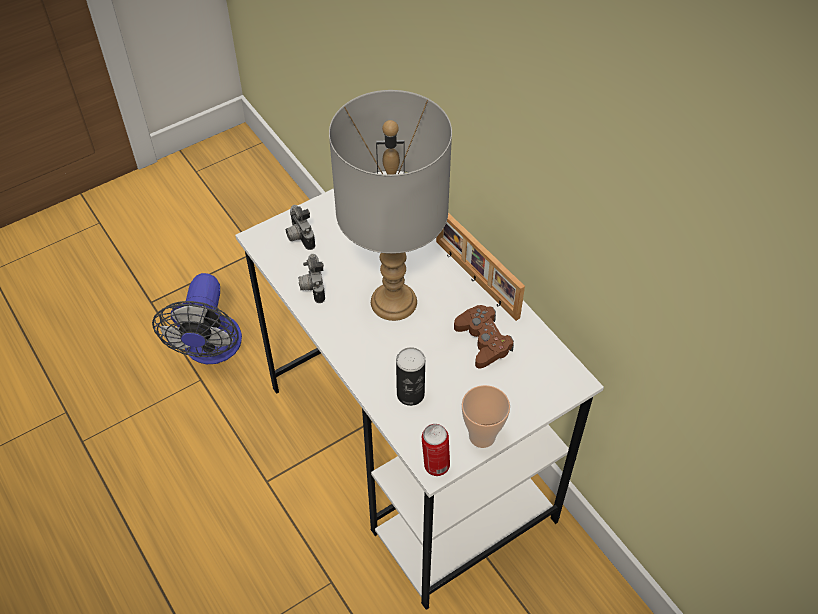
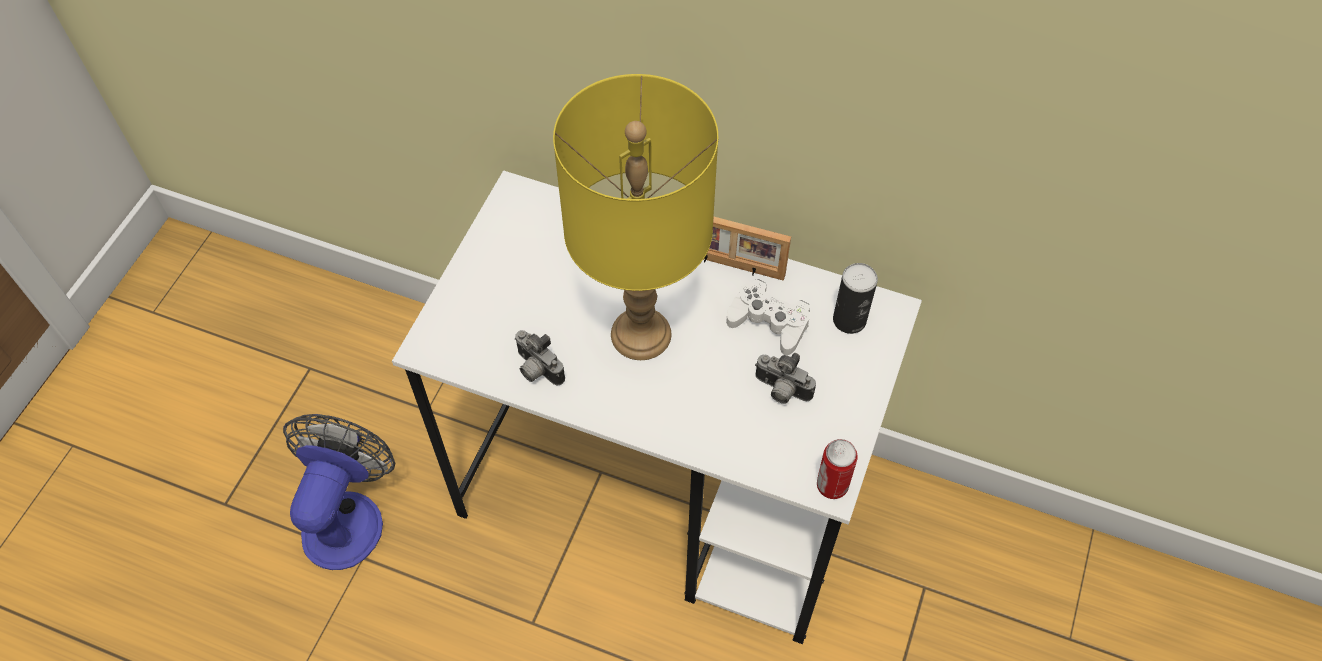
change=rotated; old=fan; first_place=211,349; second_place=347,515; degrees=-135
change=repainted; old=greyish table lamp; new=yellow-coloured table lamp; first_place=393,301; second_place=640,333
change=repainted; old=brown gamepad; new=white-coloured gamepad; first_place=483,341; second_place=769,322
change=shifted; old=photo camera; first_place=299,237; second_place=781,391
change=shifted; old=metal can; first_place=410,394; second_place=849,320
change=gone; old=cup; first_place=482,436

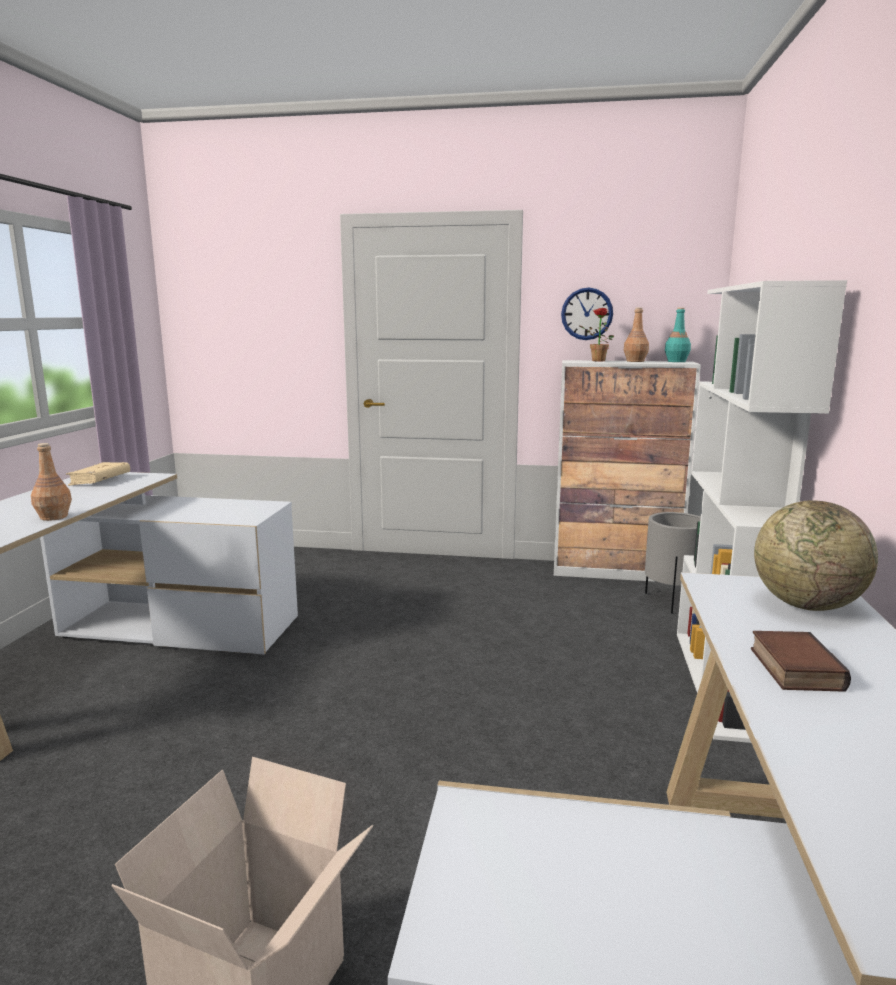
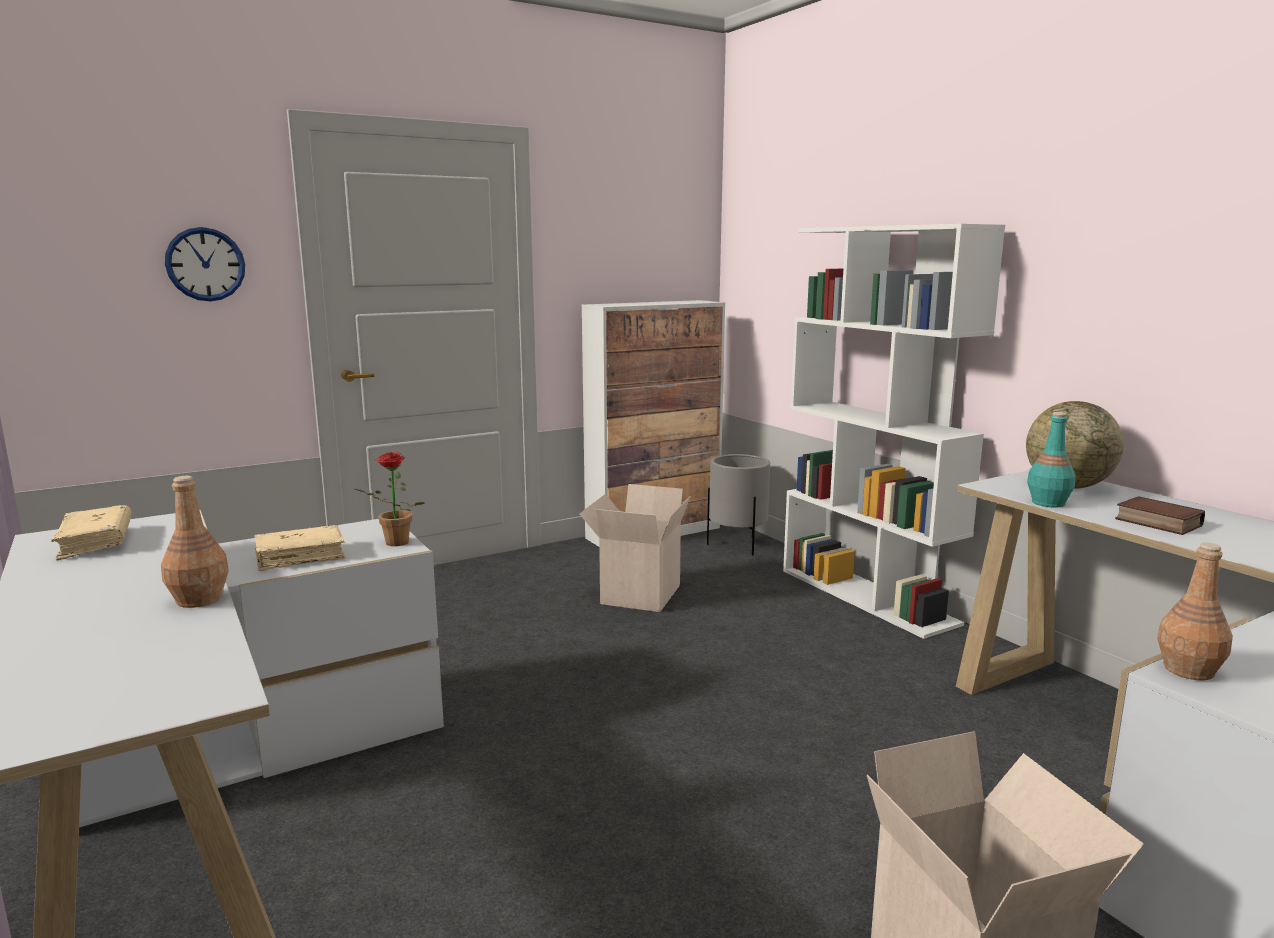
change=shifted; old=clock on the wall; first_place=586,314; second_place=205,264
change=new; new=beige volume; second_place=300,557
change=shifted; old=potted plant; first_place=595,361; second_place=393,544
change=new; new=cardboard box; second_place=638,593
change=shifted; old=turquoise-coloured beverage bottle; first_place=676,361; second_place=1048,503
change=shifted; old=brown beverage bottle; first_place=635,361; second_place=1189,670

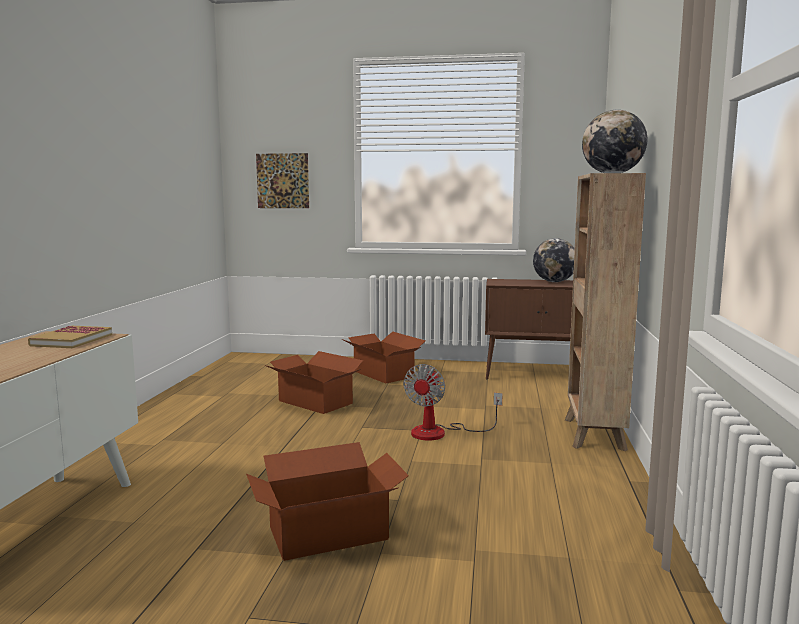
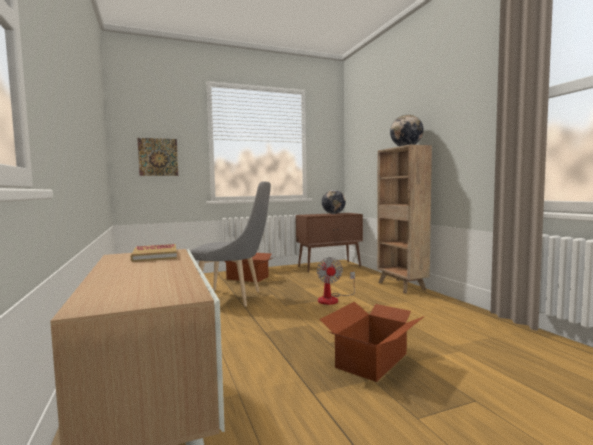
change=swapped; old=cardboard box; new=greyish upright chair; first_place=315,402; second_place=233,298

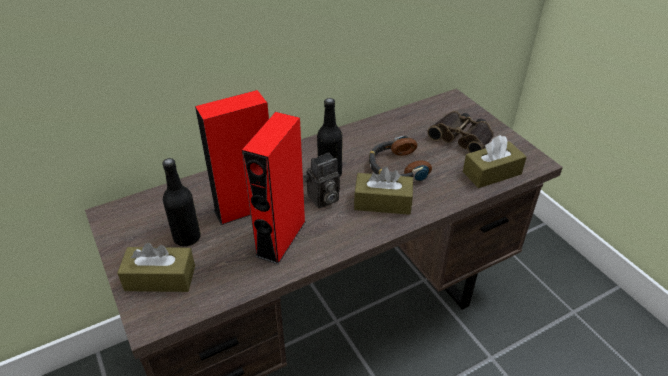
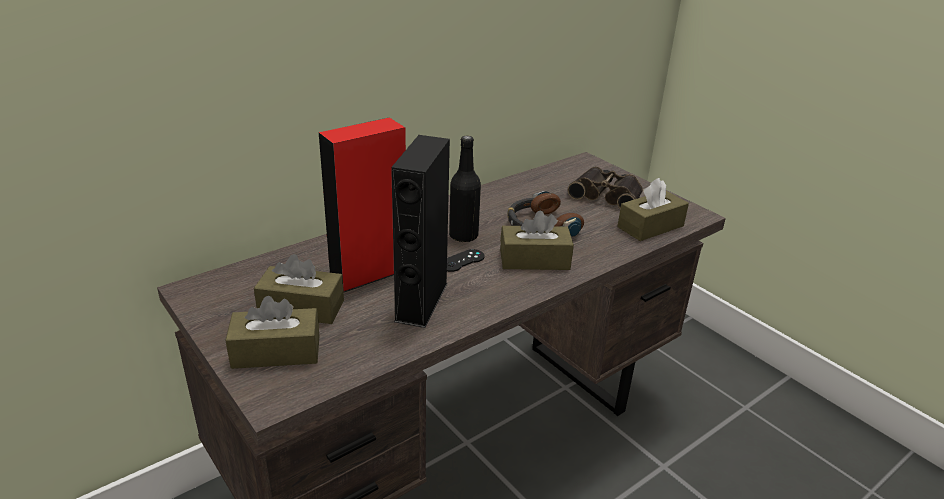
change=swapped; old=black-coloured beverage bottle; new=brown tissue box; first_place=187,237; second_place=301,308
change=repainted; old=red-coloured speaker; new=black-coloured speaker; first_place=281,238; second_place=421,302
change=swapped; old=photo camera; new=black-coloured gamepad; first_place=322,199; second_place=462,261

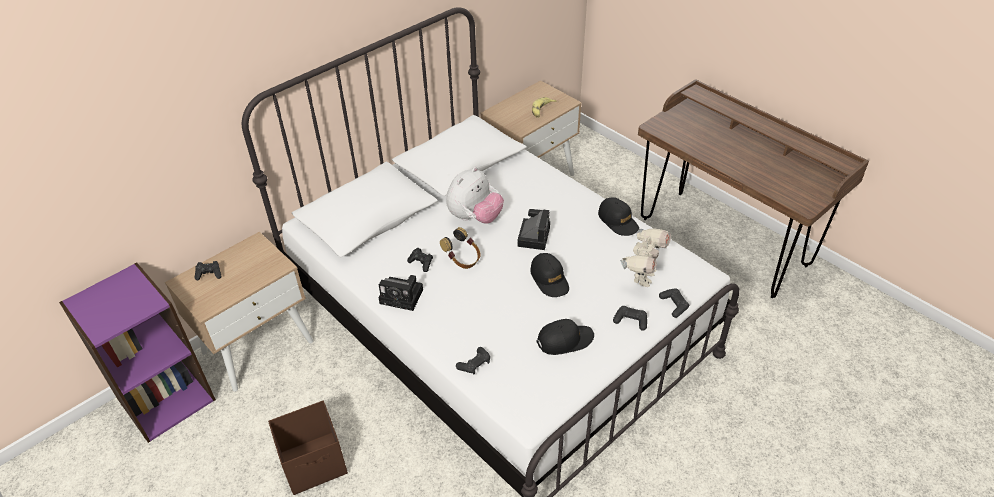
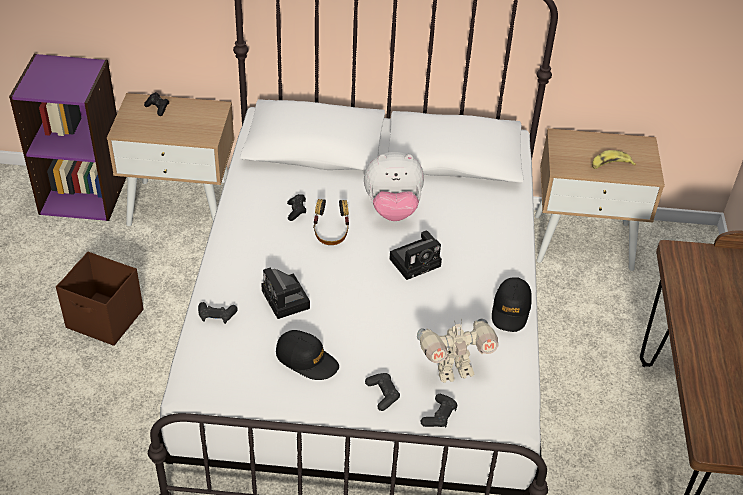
change=shifted; old=photo camera; first_place=403,296; second_place=287,301
change=gone; old=black-coloured peaked cap; first_place=549,279

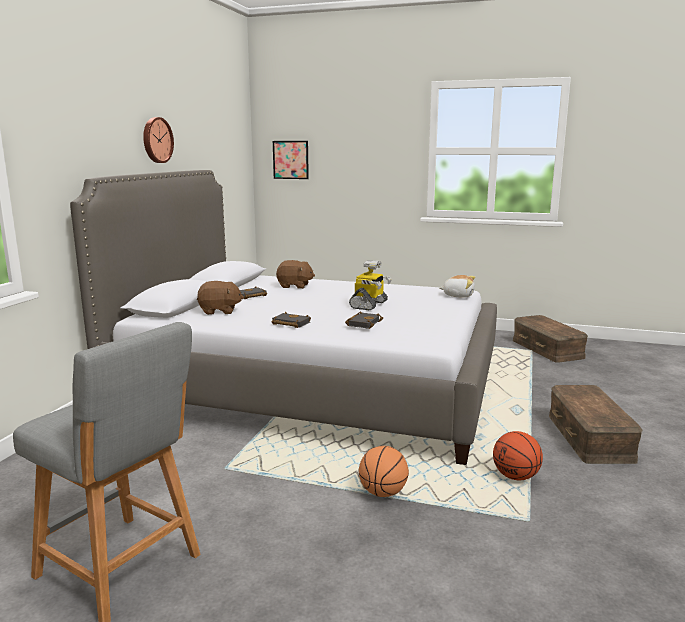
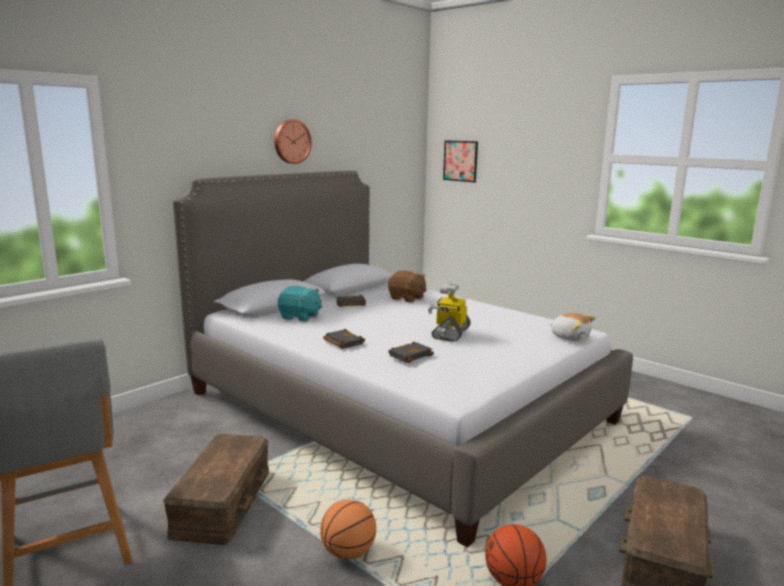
change=shifted; old=brown storage box; first_place=546,349; second_place=221,502
change=repainted; old=brown cuddly toy; new=turquoise-coloured cuddly toy; first_place=219,311; second_place=300,317
change=rotated; old=robot figure; first_place=369,305; second_place=450,333; degrees=150

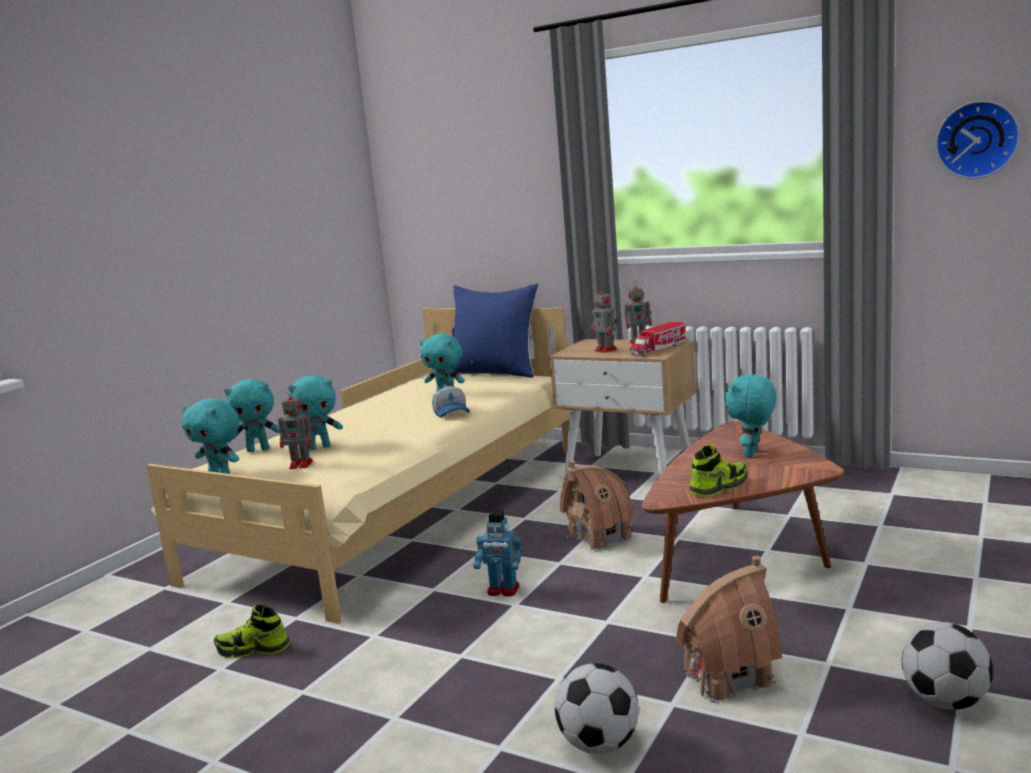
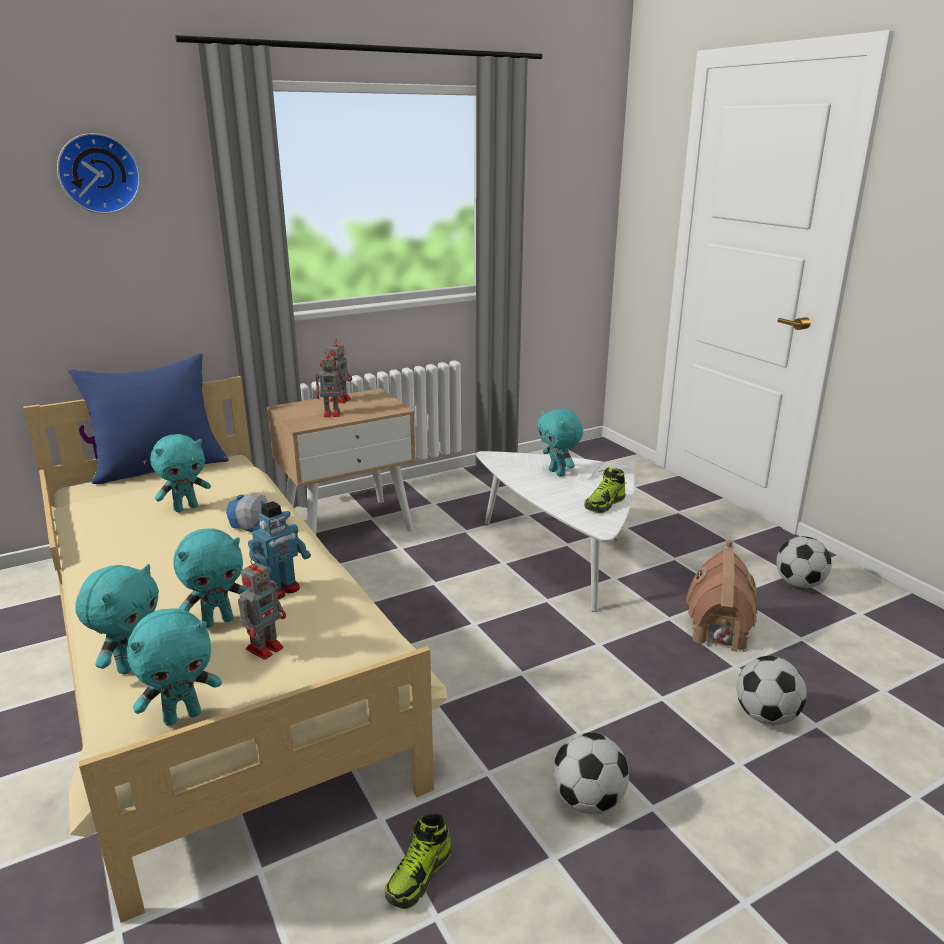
change=shifted; old=clock on the wall; first_place=977,140; second_place=98,173
change=rotated; old=turquoise-coloured cuddly toy; first_place=319,447; second_place=218,621; degrees=45
change=shifted; old=robot figure; first_place=503,590; second_place=281,590
change=repainted; old=brown lounge table; new=white-coloured lounge table; first_place=740,554; second_place=561,555
change=new; new=football ball; second_place=588,801
change=rotated; old=low shoe; first_place=719,487; second_place=604,504; degrees=-135
change=gone; old=toy house; first_place=599,537
change=gone; old=toy truck; first_place=658,349

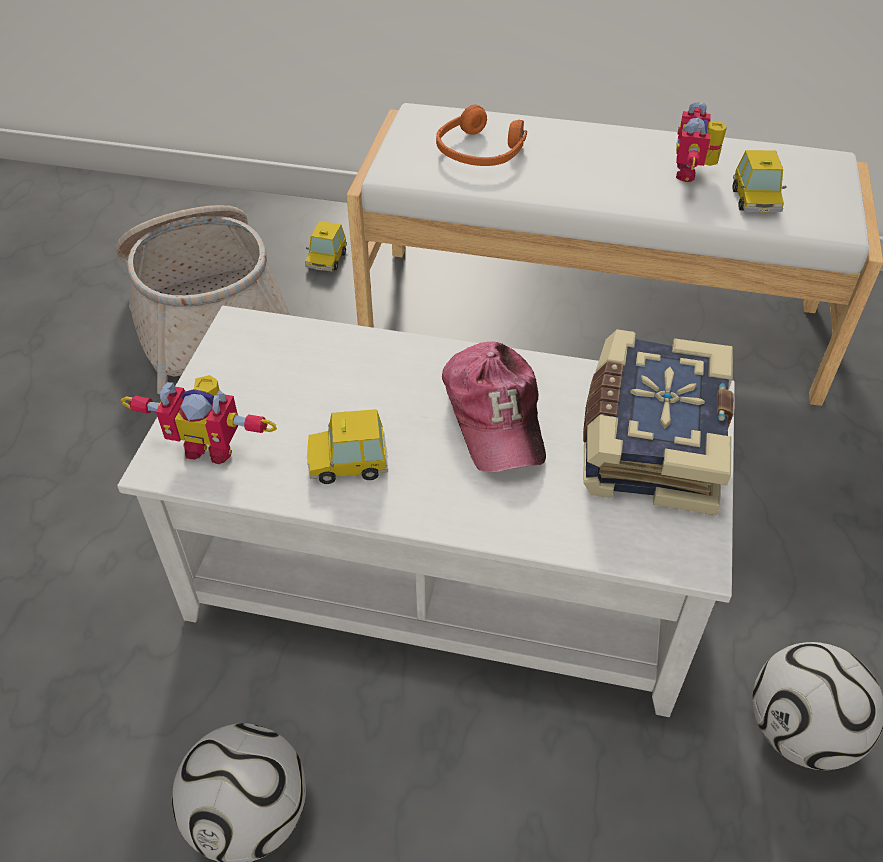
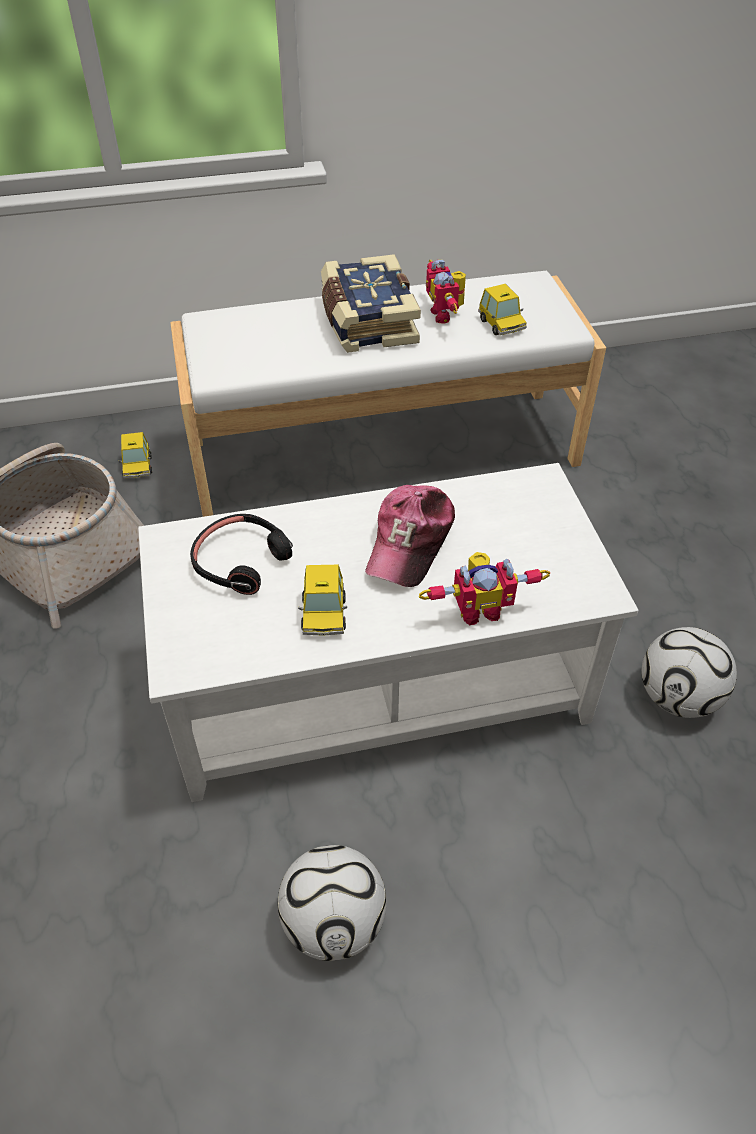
change=new; new=black-coloured pair of headphones; second_place=241,561
change=rotated; old=miniature car; first_place=348,462; second_place=324,614; degrees=-60
change=shifted; old=volume; first_place=649,441; second_place=366,321
change=rotated; old=peaked cap; first_place=495,416; second_place=410,542; degrees=60
change=shifted; old=robot figure; first_place=211,445; second_place=478,609
change=gone; old=orange pair of headphones; first_place=480,152

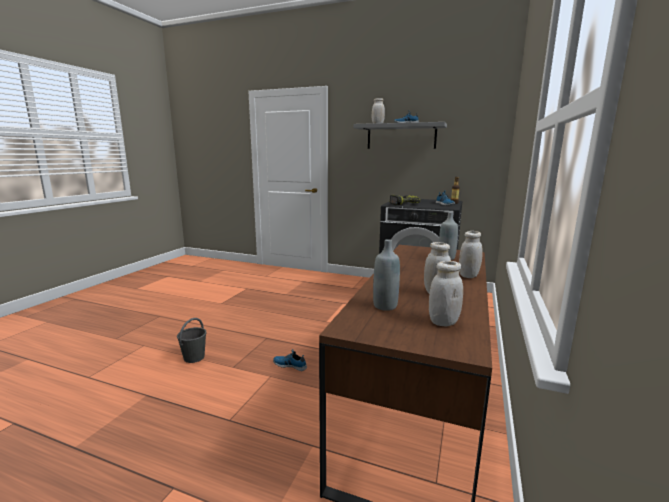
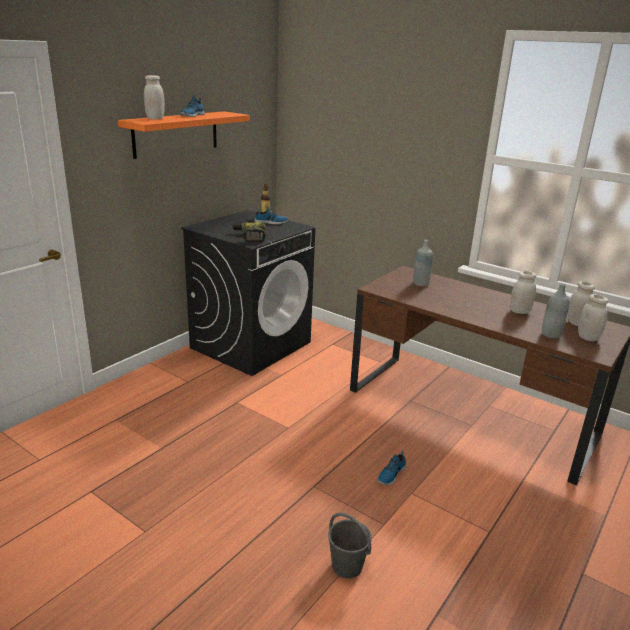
change=repainted; old=greyish wall shelf; new=orange wall shelf; first_place=401,136; second_place=176,134
change=shifted; old=white-coloured storage jar; first_place=468,276; second_place=588,338

